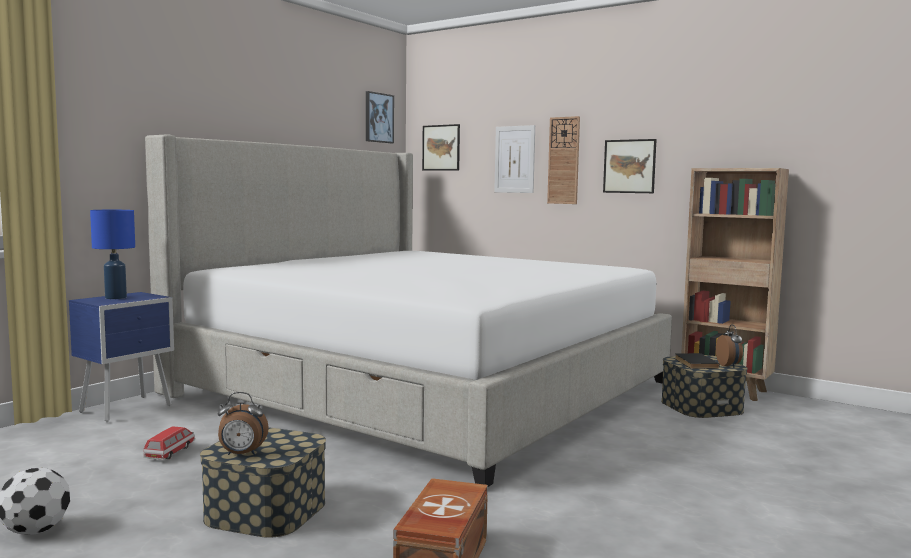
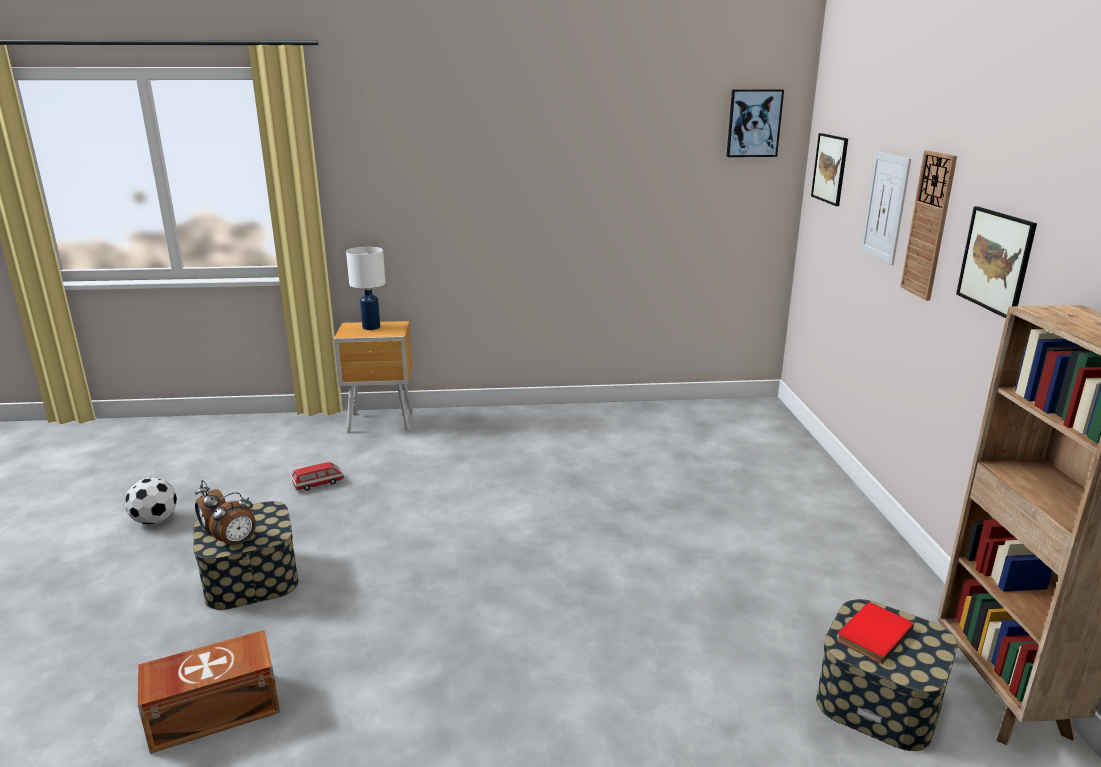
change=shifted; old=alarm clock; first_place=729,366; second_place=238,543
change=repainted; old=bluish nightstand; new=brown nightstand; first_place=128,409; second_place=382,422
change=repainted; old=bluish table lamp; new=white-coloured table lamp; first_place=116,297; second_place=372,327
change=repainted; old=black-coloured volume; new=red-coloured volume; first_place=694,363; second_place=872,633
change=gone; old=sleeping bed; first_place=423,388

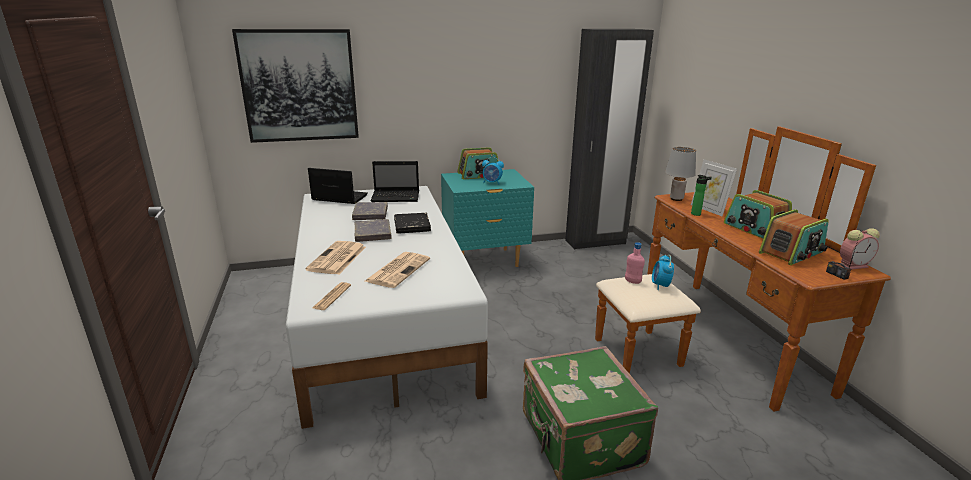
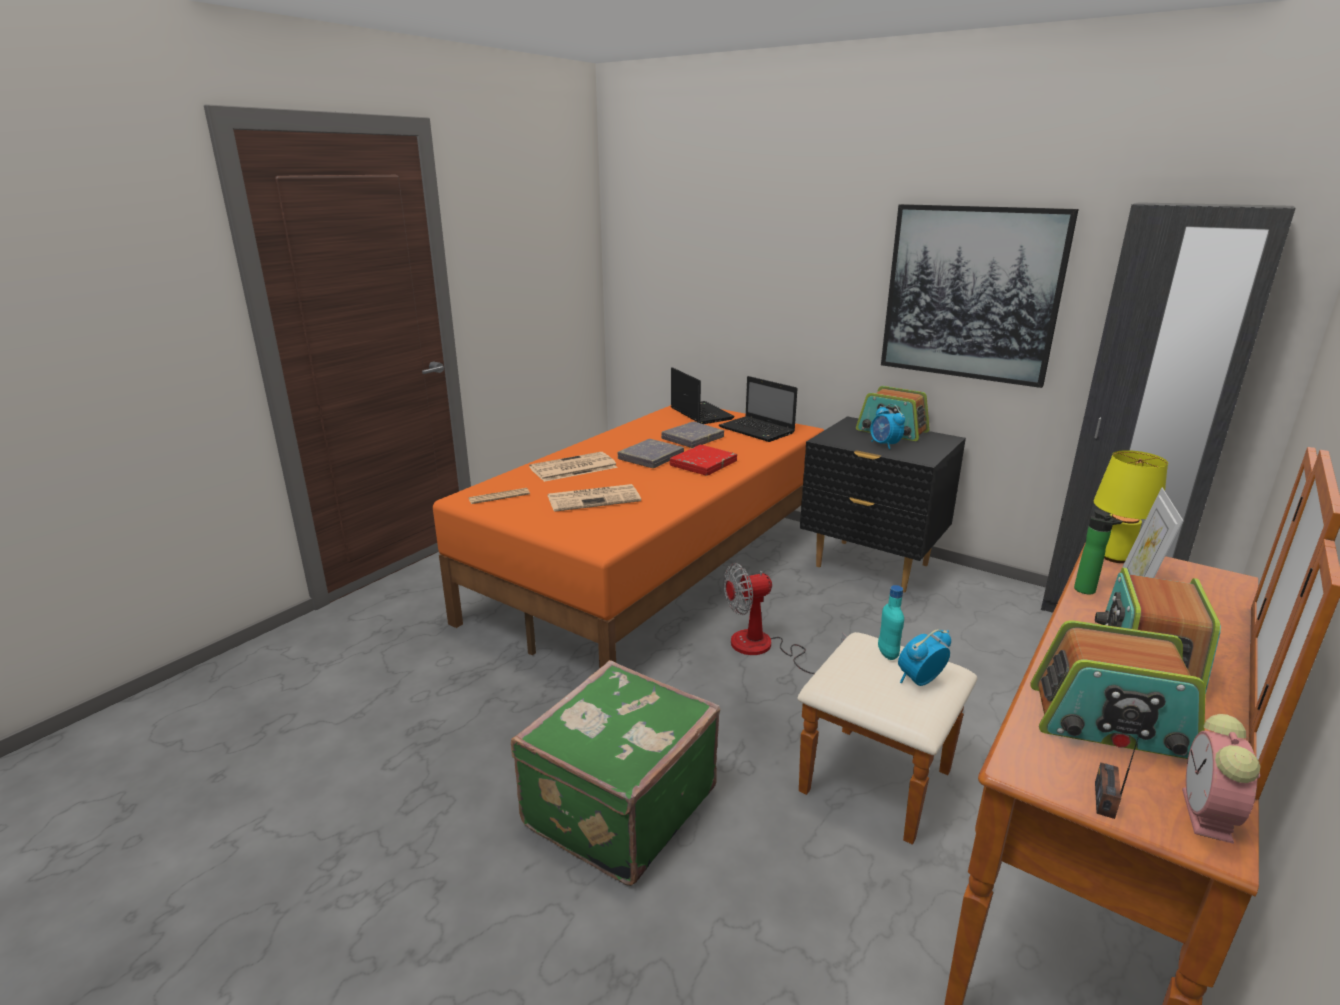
change=repainted; old=white-coloured sleeping bed; new=orange sleeping bed; first_place=383,317; second_place=656,571
change=repainted; old=black-coloured volume; new=red-coloured volume; first_place=412,226; second_place=703,464
change=new; new=fan; second_place=765,648
change=repainted; old=turquoise-coloured nightstand; new=black-coloured nightstand; first_place=485,261; second_place=871,566
change=repainted; old=pink-coloured beverage bottle; new=turquoise-coloured beverage bottle; first_place=632,281; second_place=887,653
change=shifted; old=picture; first_place=299,86; second_place=971,294
change=repainted; old=greyish table lamp; new=yellow-coloured table lamp; first_place=676,199; second_place=1114,557
change=rotated; old=alarm clock; first_place=854,265; second_place=1208,817; degrees=75

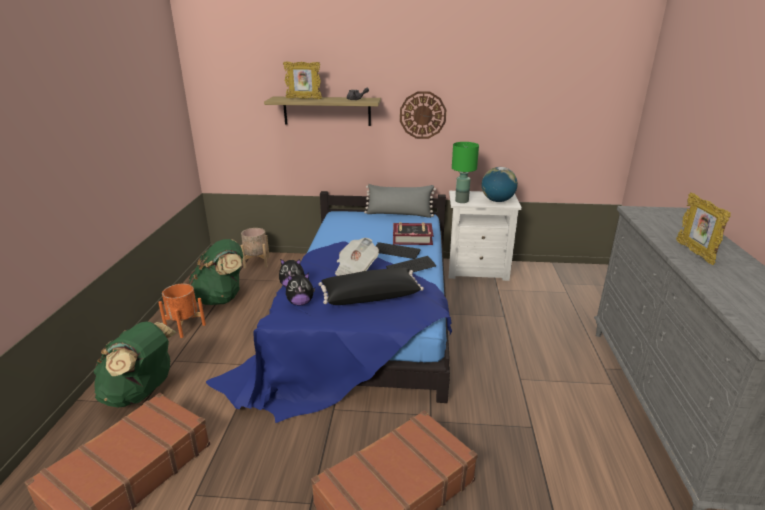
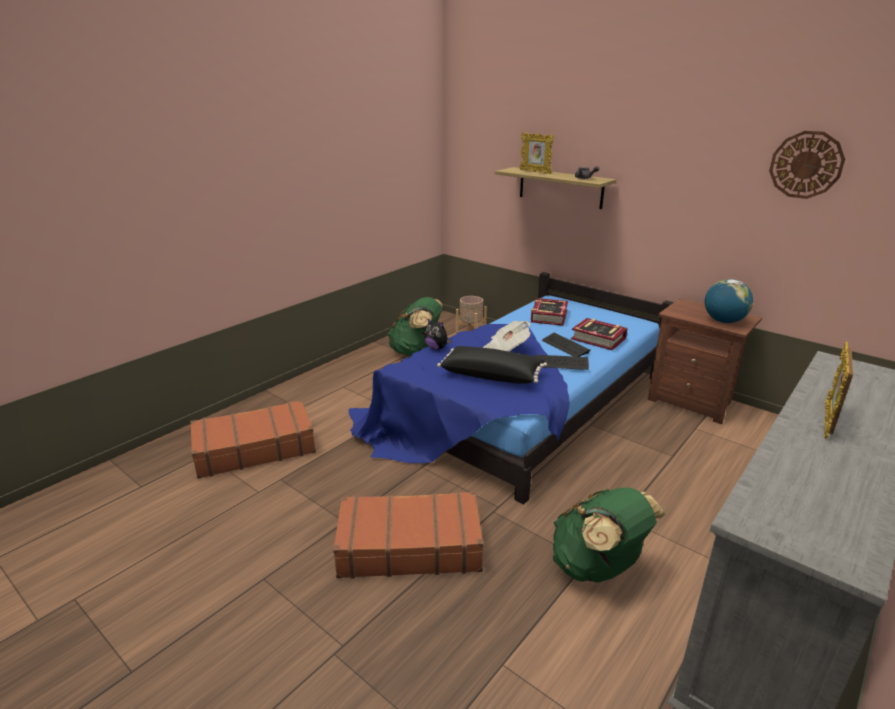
change=new; new=volume; second_place=548,316
change=shifted; old=green knapsack; first_place=142,393; second_place=597,567
change=repainted; old=white-coloured nightstand; new=brown nightstand; first_place=477,270; second_place=692,402
change=shifted; old=clock on the wall; first_place=422,115; second_place=806,165
change=gone; old=orange planter; first_place=185,326
change=gone; old=cuddly toy; first_place=300,303
change=gone; old=greyish pillow; first_place=399,214
change=gone; old=green table lamp; first_place=461,201

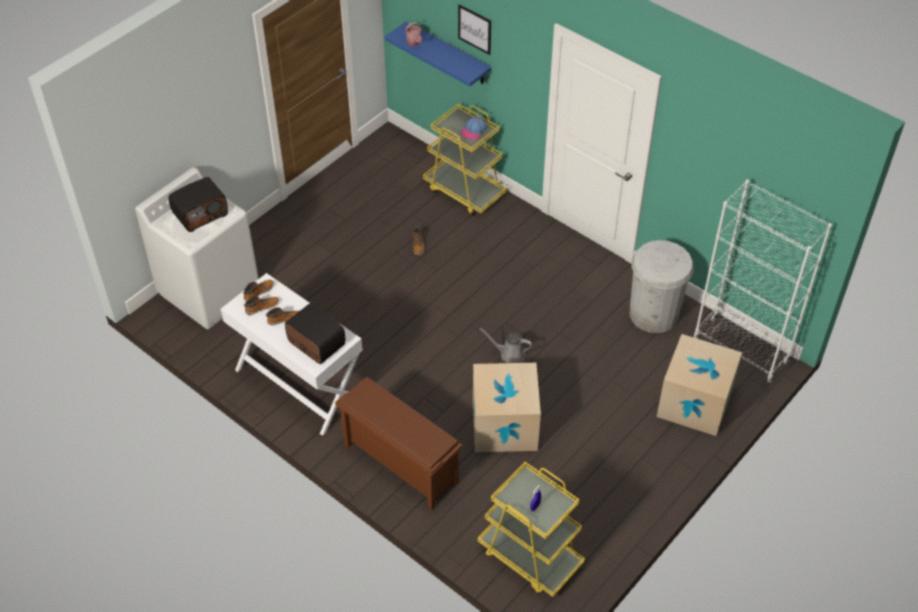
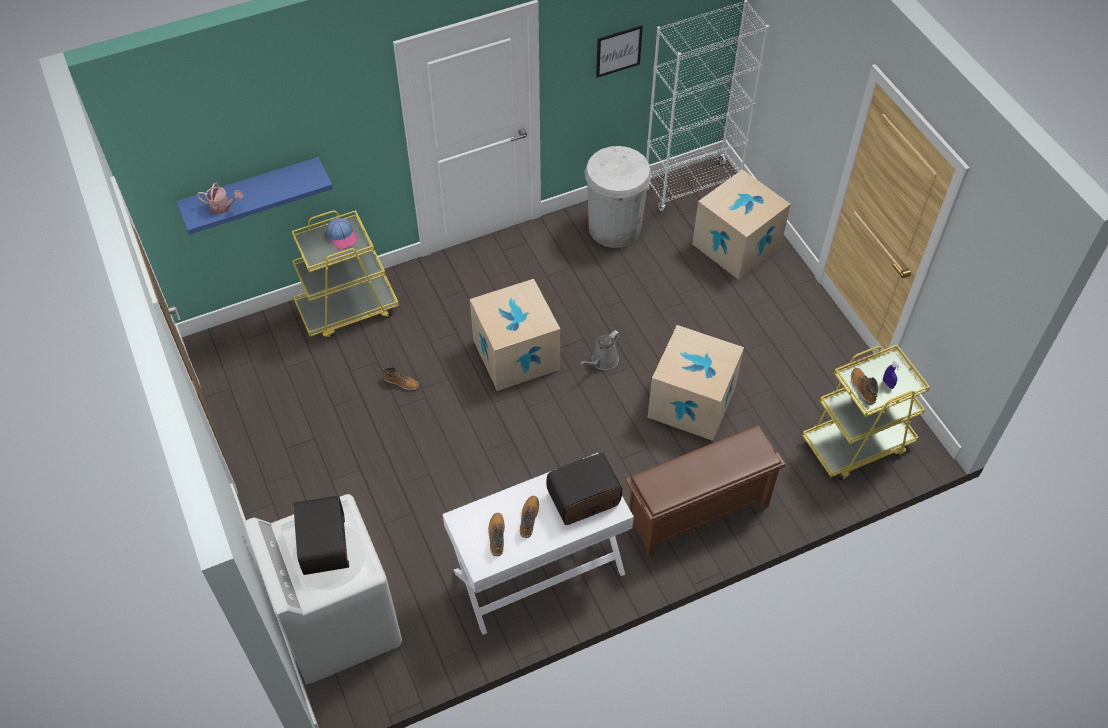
change=new; new=cardboard box; second_place=516,355
change=shifted; old=picture; first_place=474,29; second_place=618,51
change=shifted; old=boot; first_place=258,292; second_place=862,388

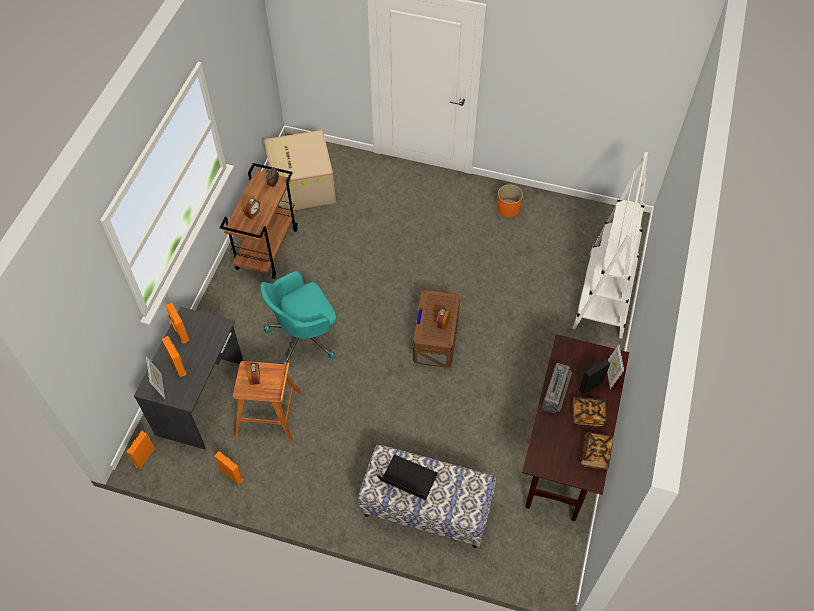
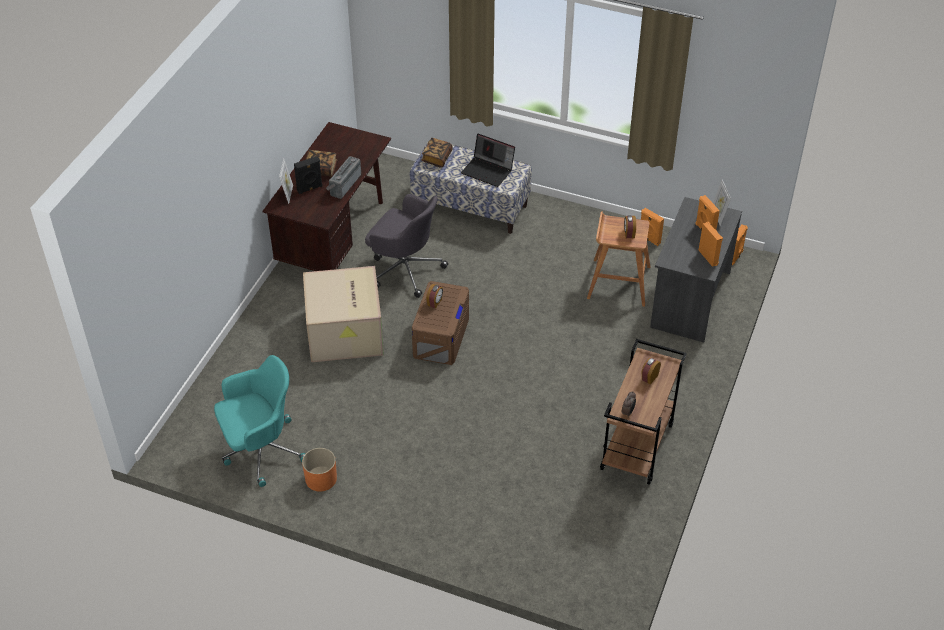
change=shifted; old=turquoise-coloured office chair; first_place=304,337; second_place=261,450
change=shifted; old=cardboard box; first_place=301,185; second_place=346,333
change=new; new=greyish office chair; second_place=405,269
change=shifted; old=volume; first_place=595,454; second_place=437,158
change=gone; old=white-coloured bookcase; first_place=605,295

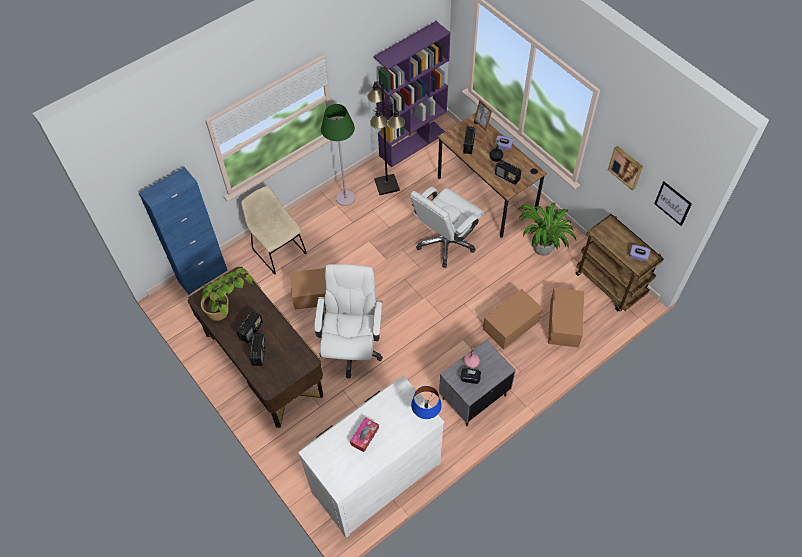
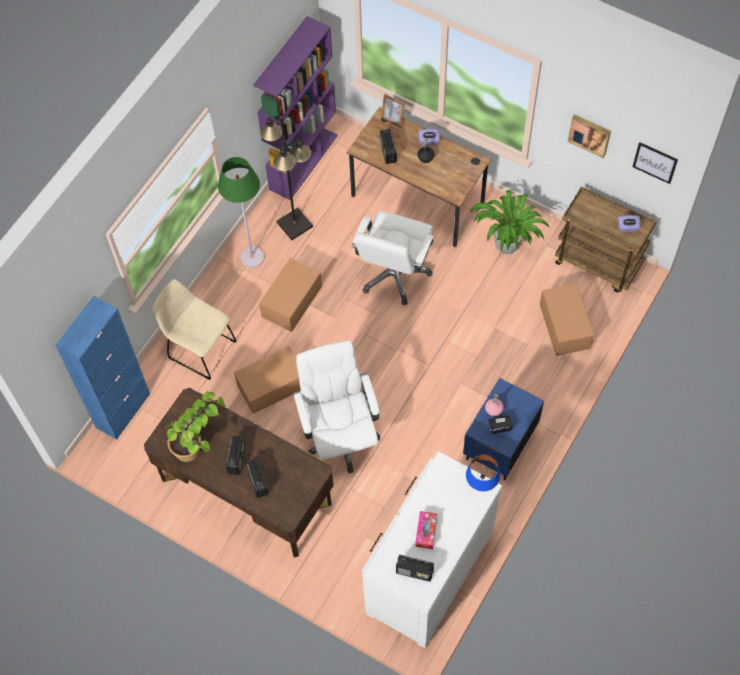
change=shifted; old=cardboard box; first_place=511,324; second_place=292,301
change=shifted; old=radio set; first_place=507,177; second_place=415,571
change=repainted; old=greyish nightstand; new=bluish nightstand; first_place=473,397; second_place=499,445

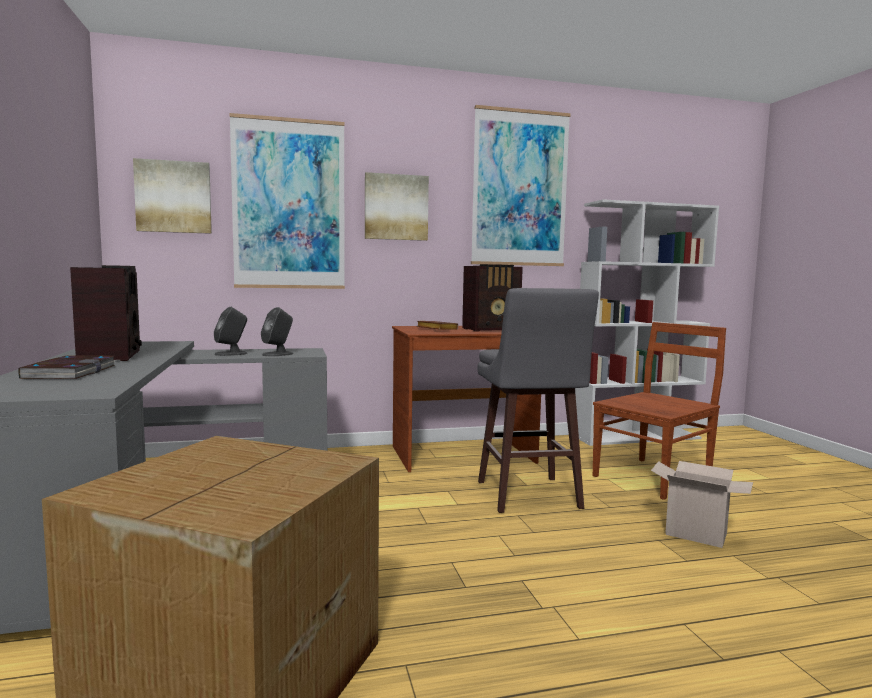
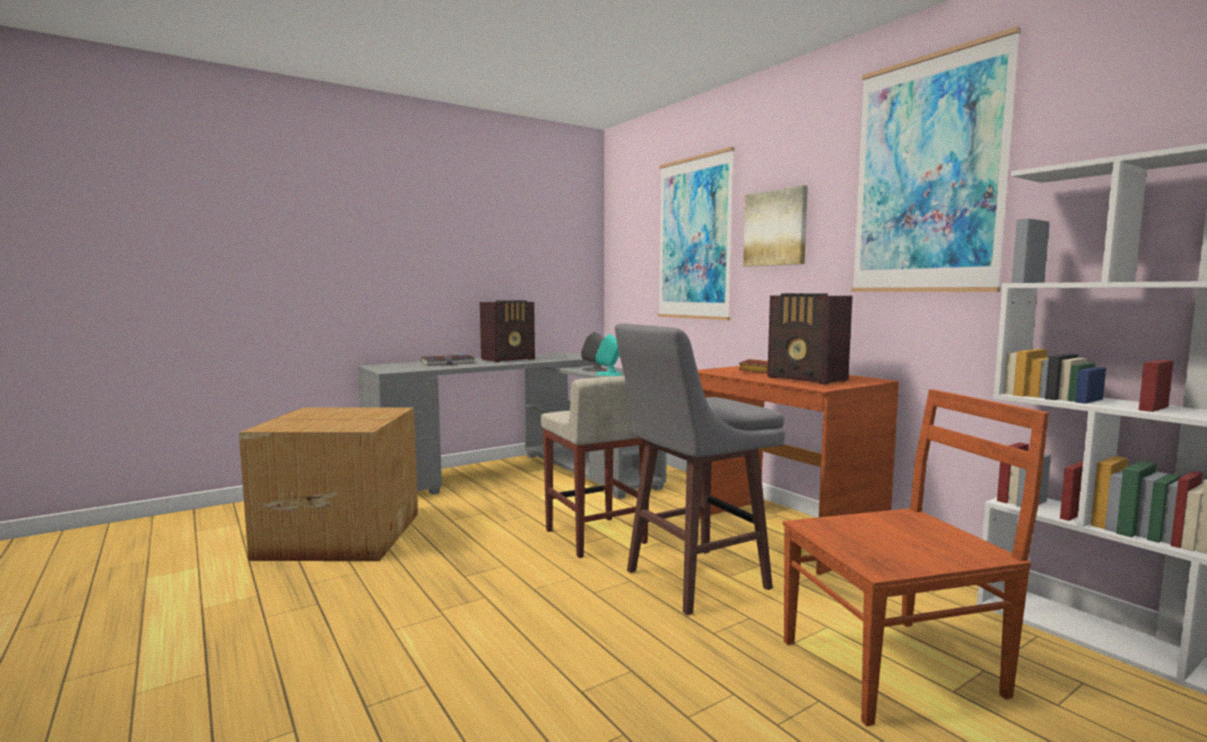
change=new; new=beige stool seat; second_place=596,537
change=repainted; old=greyish speaker; new=turquoise-coloured speaker; first_place=278,354; second_place=609,374
change=rotated; old=brown upright chair; first_place=653,477; second_place=895,667; degrees=-45
change=gone; old=picture; first_place=173,197
change=gone; old=cardboard box; first_place=698,534

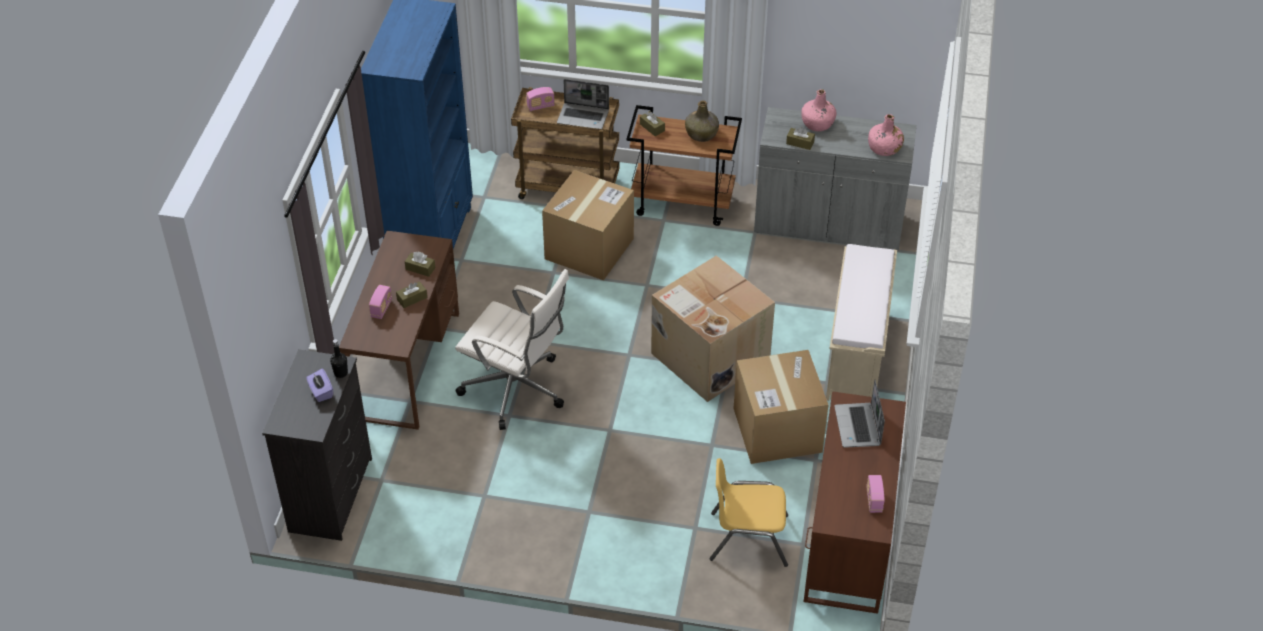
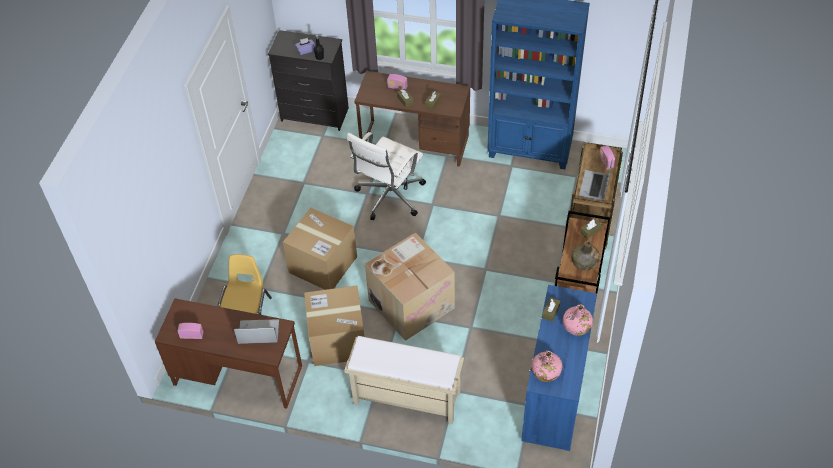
change=shifted; old=cardboard box; first_place=589,248; second_place=323,264
change=repainted; old=greyish cabinet; new=bluish cabinet; first_place=828,224; second_place=554,393

